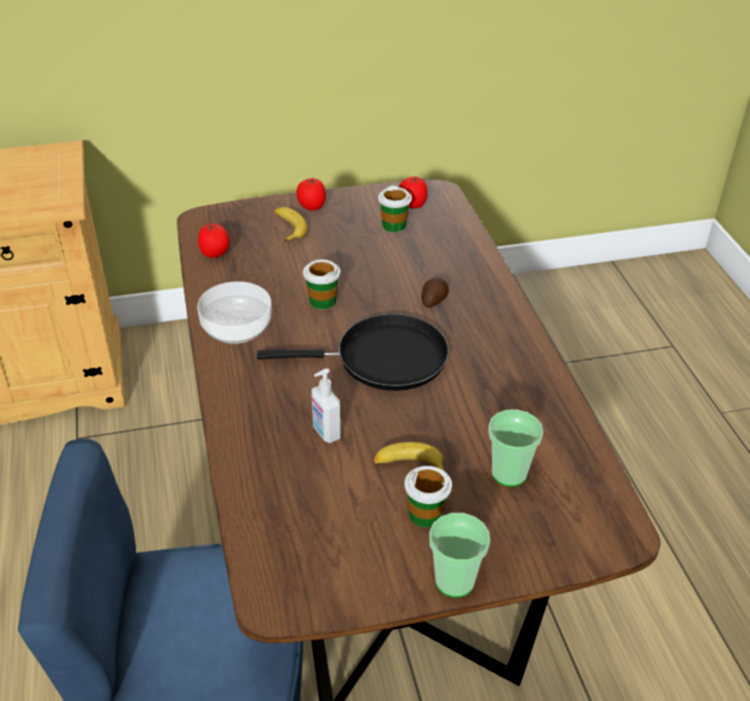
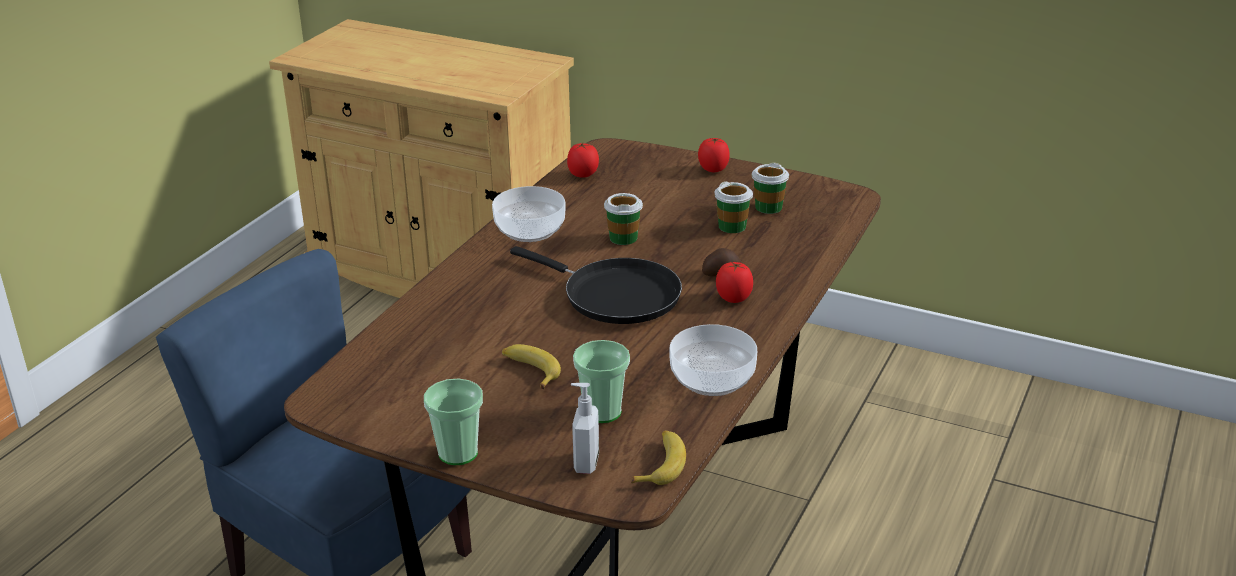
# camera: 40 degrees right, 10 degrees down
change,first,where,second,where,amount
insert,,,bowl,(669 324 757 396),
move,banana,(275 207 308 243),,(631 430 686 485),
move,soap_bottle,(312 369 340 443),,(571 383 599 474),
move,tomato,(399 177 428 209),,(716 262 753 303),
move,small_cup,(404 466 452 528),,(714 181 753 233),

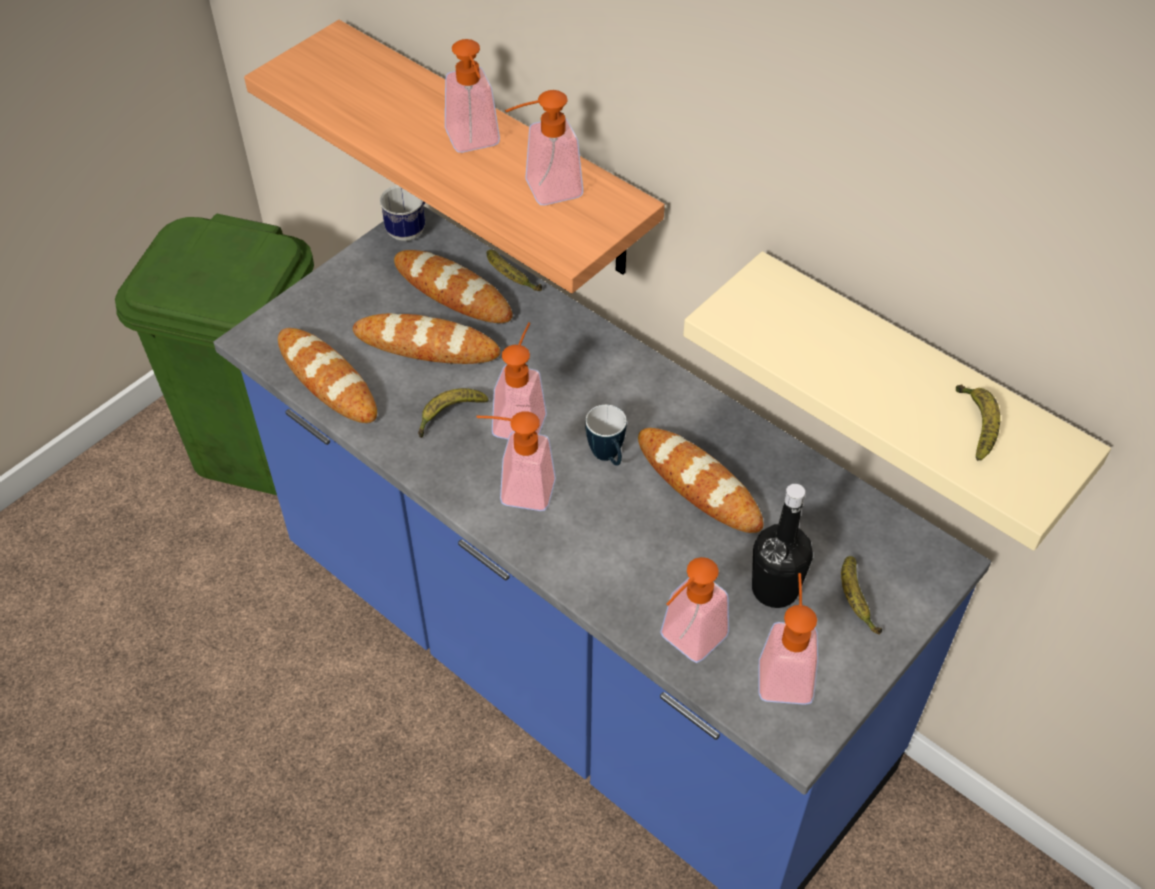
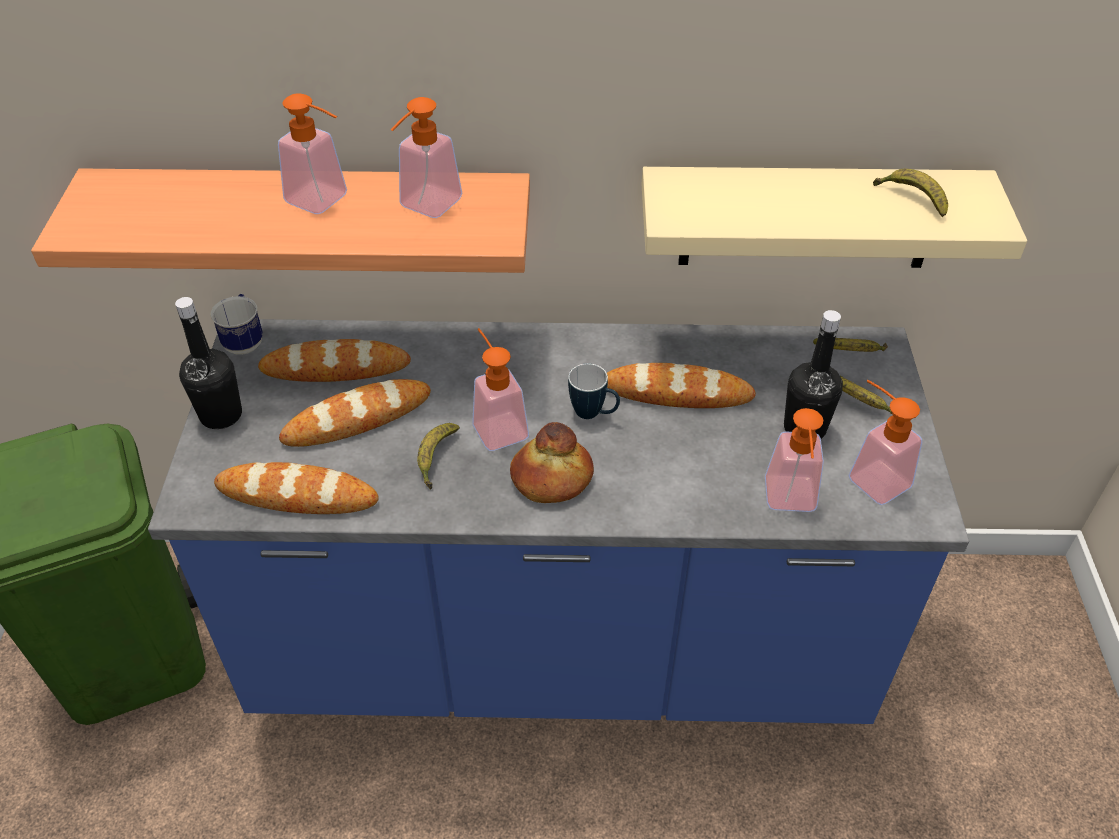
# camera: 40 degrees left, 5 degrees down
change,first,where,second,where,amount
insert,,,black_bottle,(175 297 242 429),
move,banana,(487 249 542 291),,(813 338 888 352),
replace,soap_bottle,(476 411 556 511),bakery_bread,(510 422 594 503),

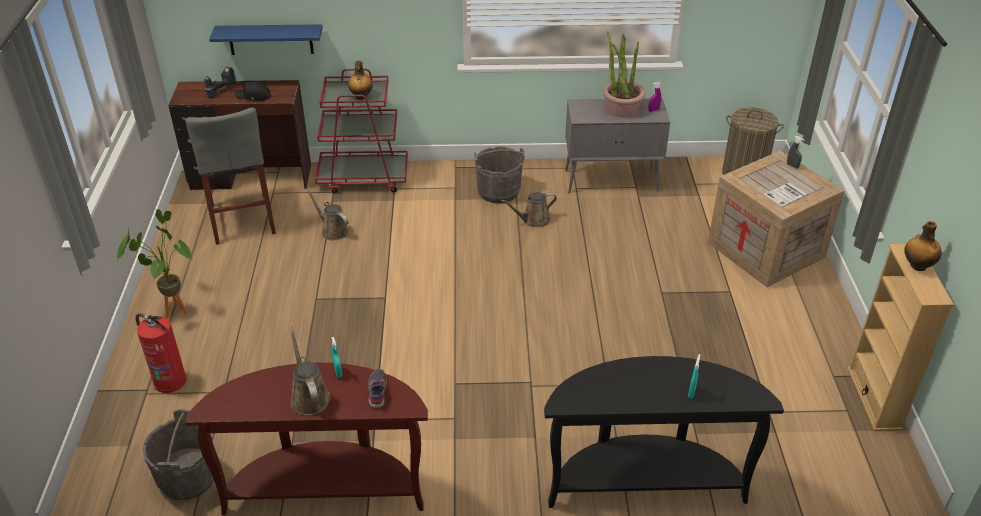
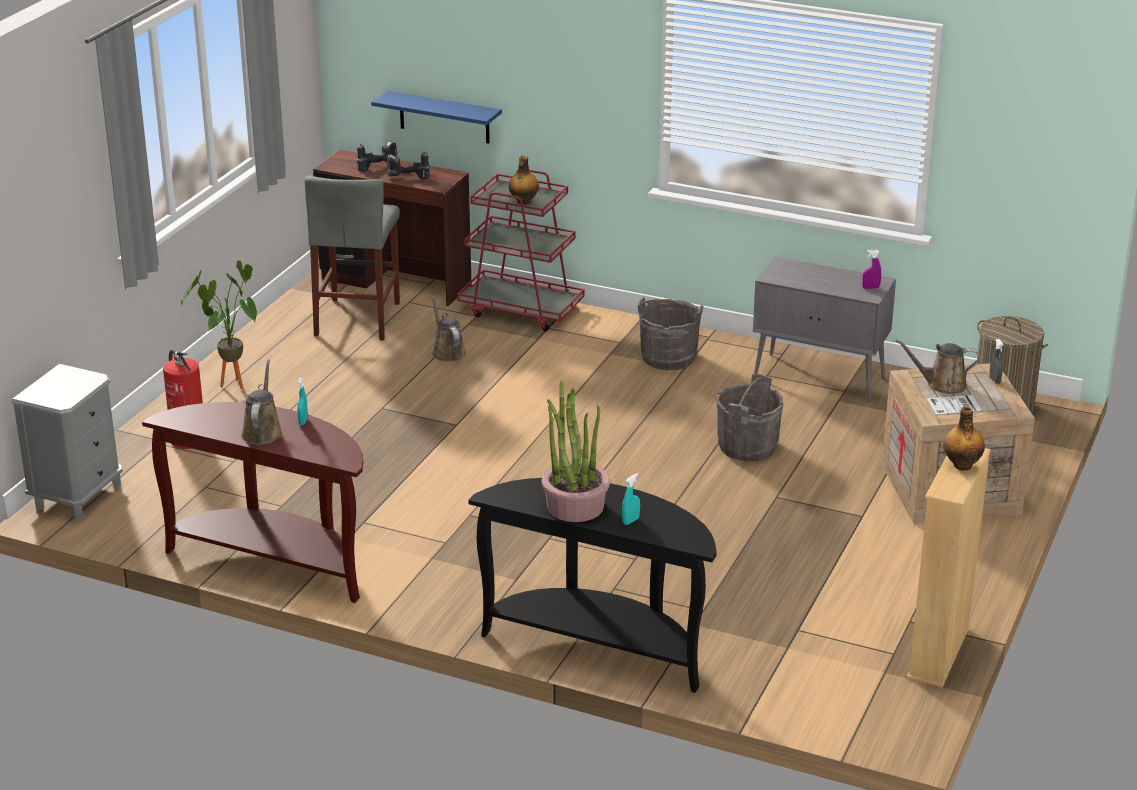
# camera: 25 degrees right, 10 degrees down
change,first,where,second,where,amount
delete,grey_shoe,(368 369 387 408),,,
insert,,,grey_night_table,(11 364 123 520),
move,grey_water_bucket,(142 409 214 500),,(716 374 784 461),
move,brown-coloured_sprinkling_can,(501 192 557 227),,(895 339 980 394),
move,houseplant,(603 32 645 118),,(542 380 610 522),
replace,black_baseball_cap,(234 81 271 101),power_drill,(387 152 430 179),

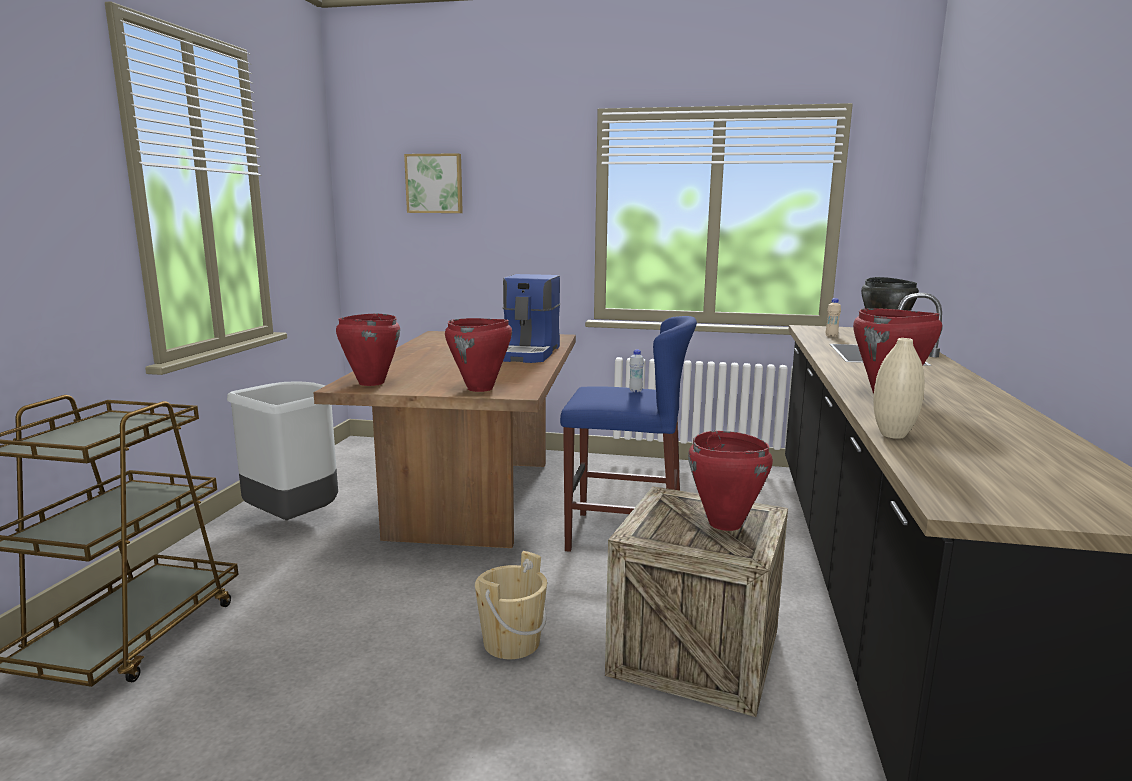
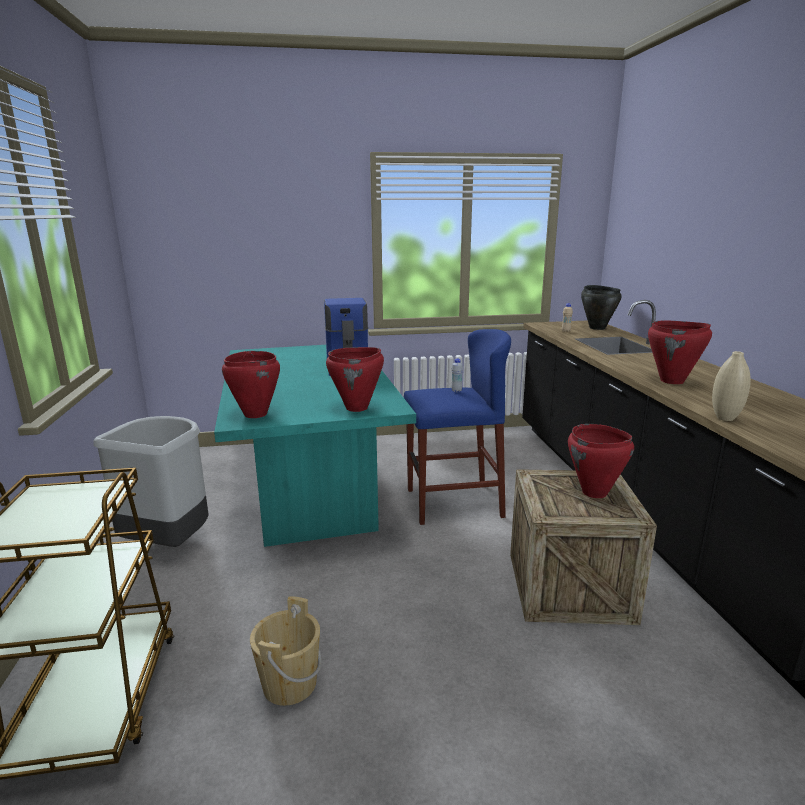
# camera: 20 degrees left, 5 degrees up
change,first,where,second,where,amount
delete,wall_art,(404 153 463 213),,,
move,sand-coloured_water_bucket,(475 551 547 659),,(250 596 322 706),
recolor,brown-coloured_kitchen_table,(314 331 576 548),turquoise-coloured_kitchen_table,(214 345 416 547),

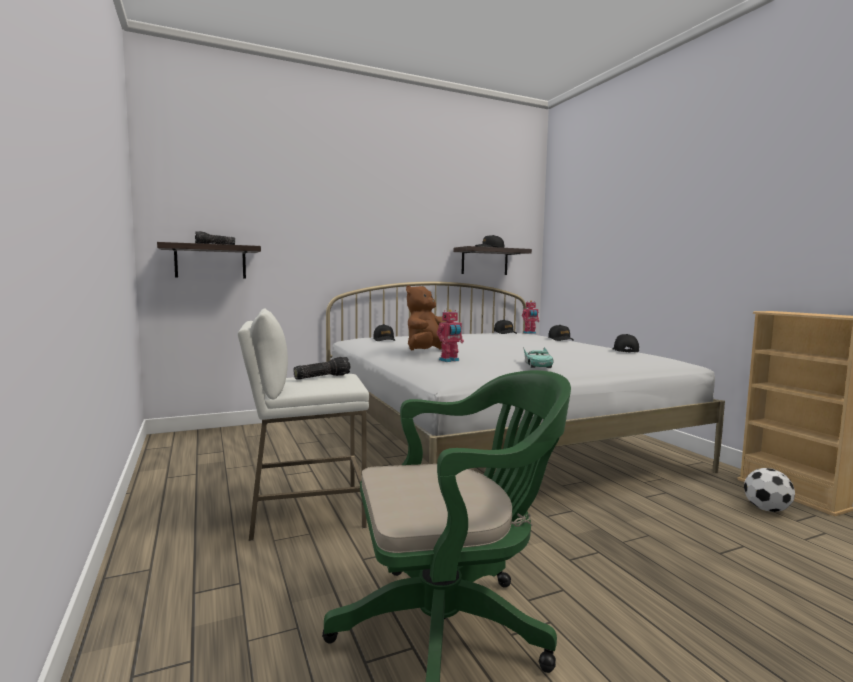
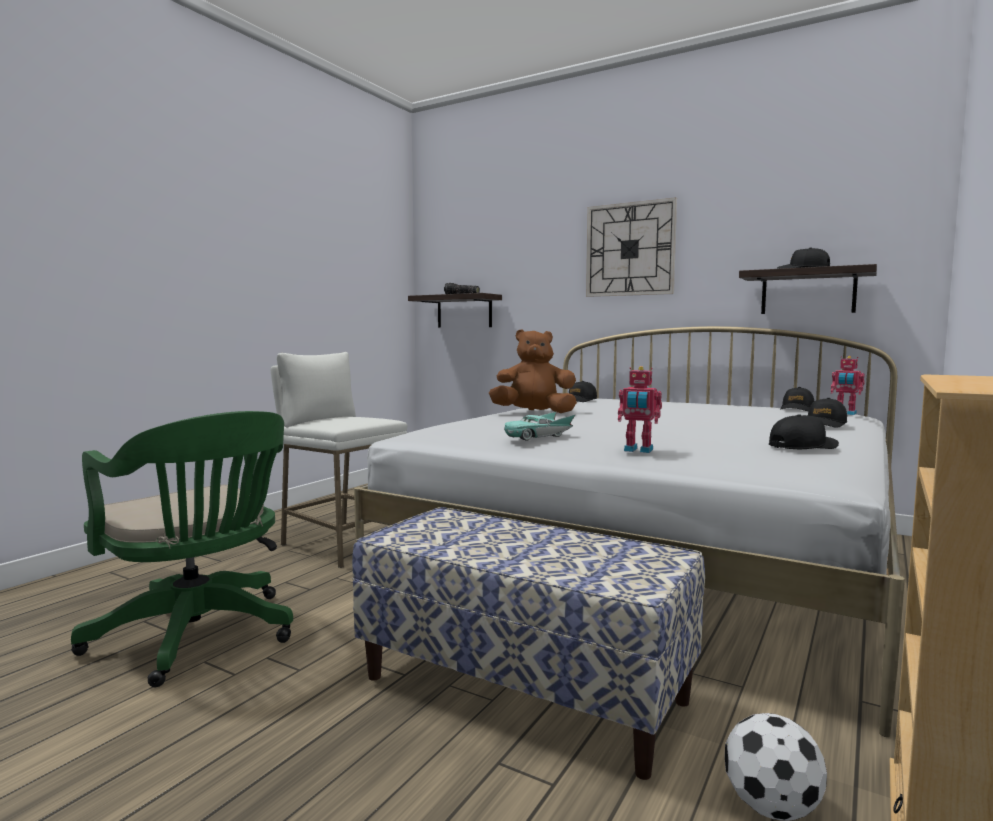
# camera: 55 degrees right, 0 degrees up
change,first,where,second,where,amount
delete,hand_torch,(293 357 350 380),,,
insert,,,long_seat,(352 507 705 780),
insert,,,clock_on_the_wall,(586 197 677 297),
move,toy_robot,(437 309 464 362),,(618 366 662 453),

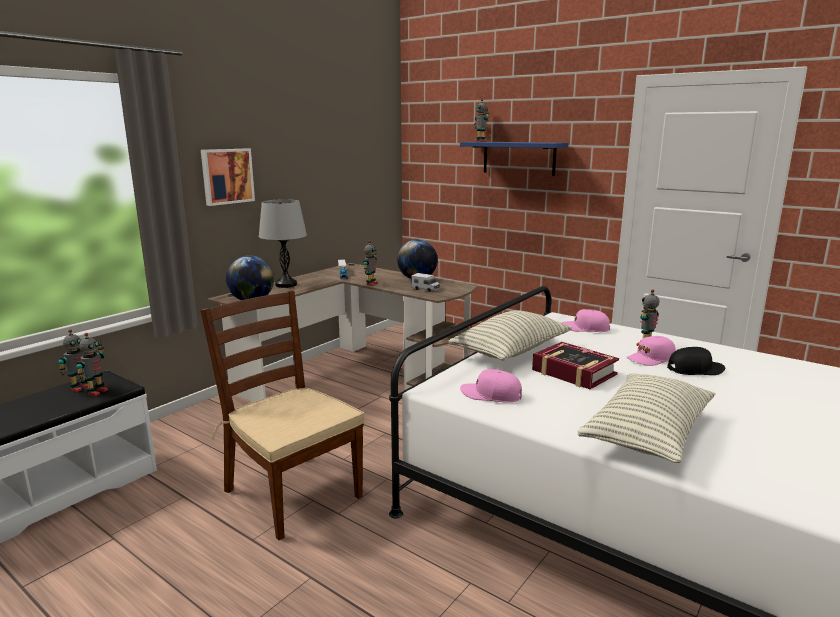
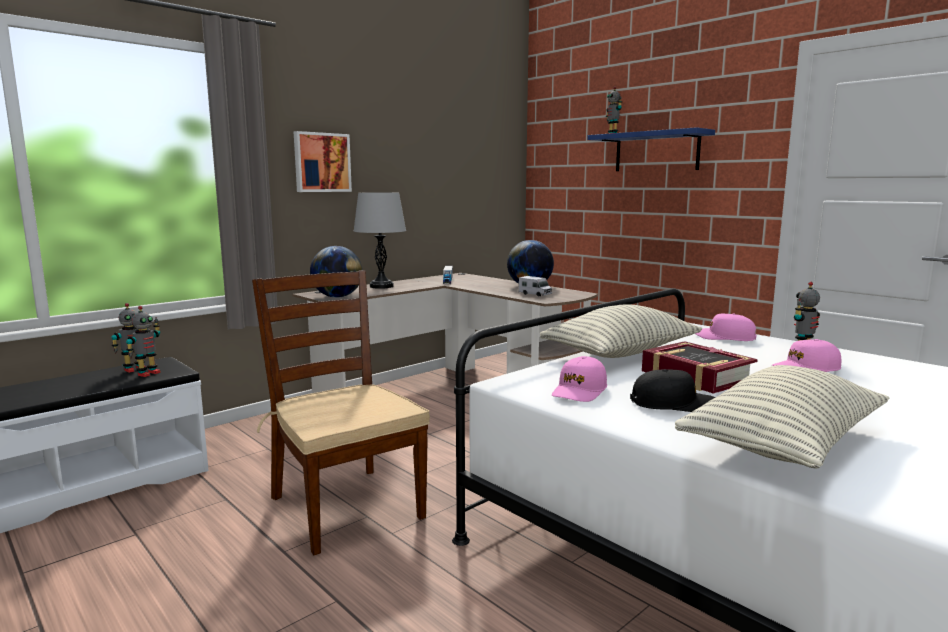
# camera: 10 degrees right, 5 degrees down
change,first,where,second,where,amount
delete,toy_robot,(363 240 378 286),,,
move,black_baseball_cap,(667 347 725 375),,(630 369 715 412),
rotate,pinkish_baseball_cap,(460 369 522 403),,(552 356 607 402),90 degrees counterclockwise

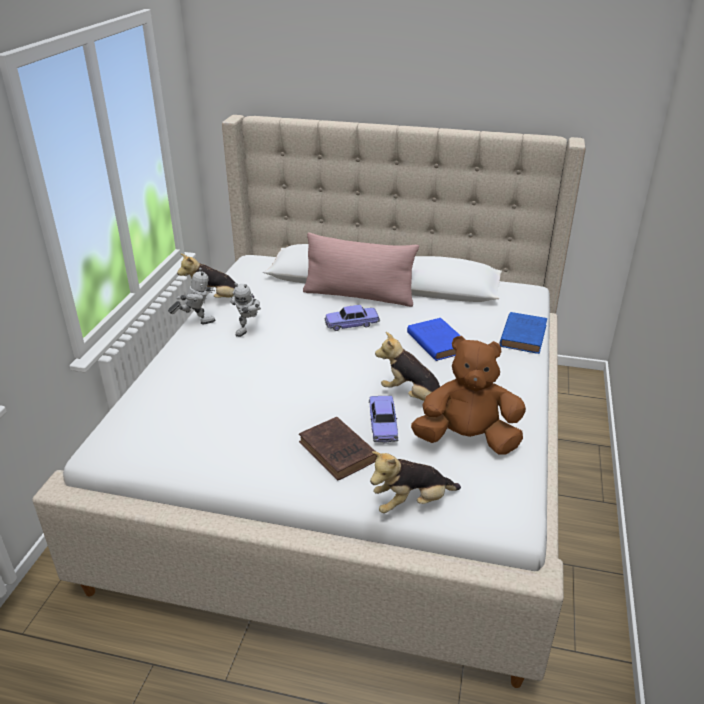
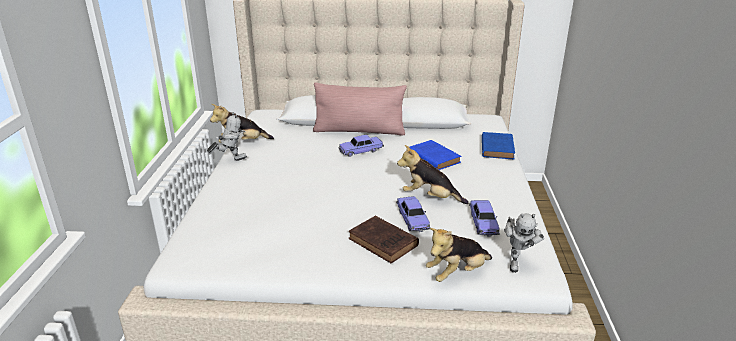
# camera: 10 degrees left, 5 degrees down
change,first,where,second,where,amount
move,toy_robot,(231 283 261 337),,(504 213 544 273),
replace,brown-coloured_soft_toy,(411 336 526 455),model_car,(469 200 500 235),

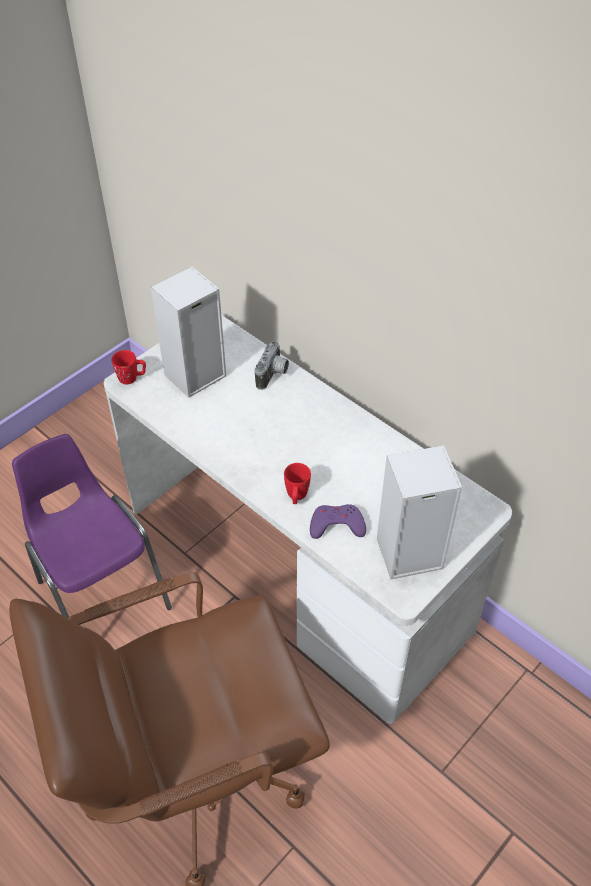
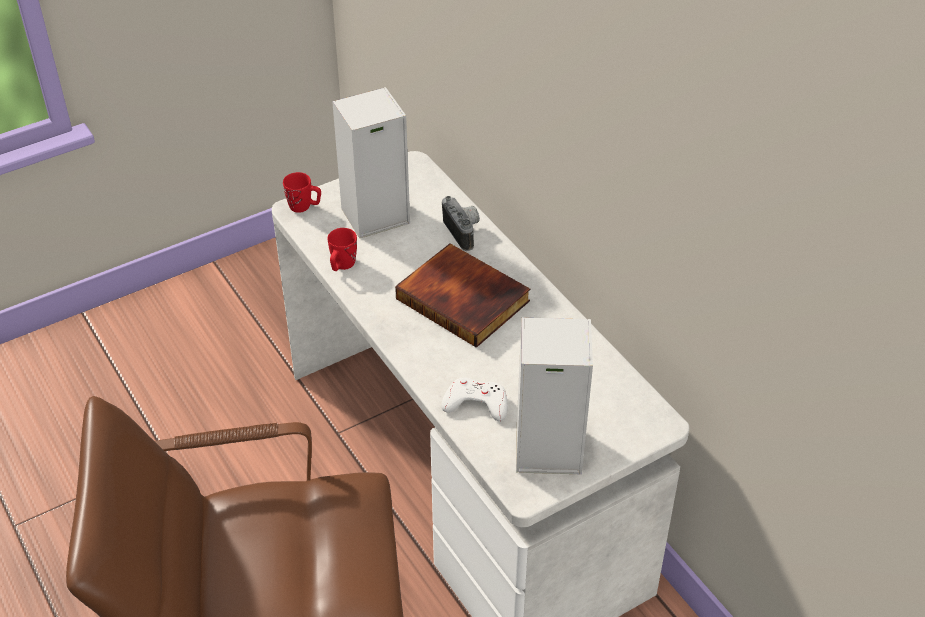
# camera: 15 degrees right, 5 degrees down
change,first,where,second,where,amount
delete,purple-coloured_upright_chair,(12 434 172 618),,,
insert,,,book,(395 244 530 348),
move,red_mug,(284 463 311 504),,(328 228 357 271),
recolor,purple-coloured_game_controller,(310 504 366 539),whitish_game_controller,(441 377 508 421),
rotate,photo_camera,(255 341 289 390),,(442 196 480 251),60 degrees counterclockwise

